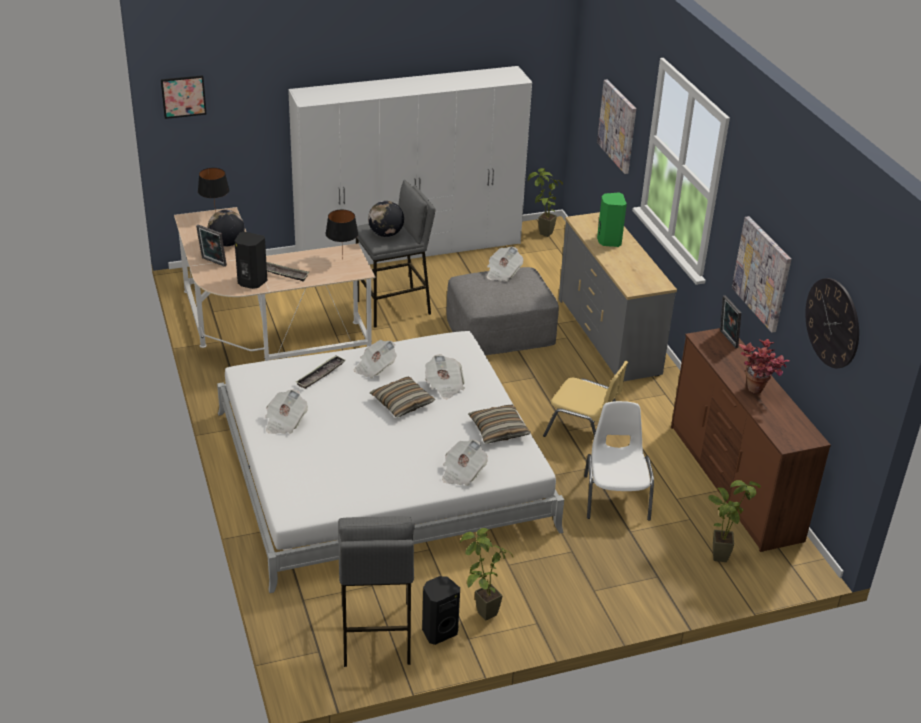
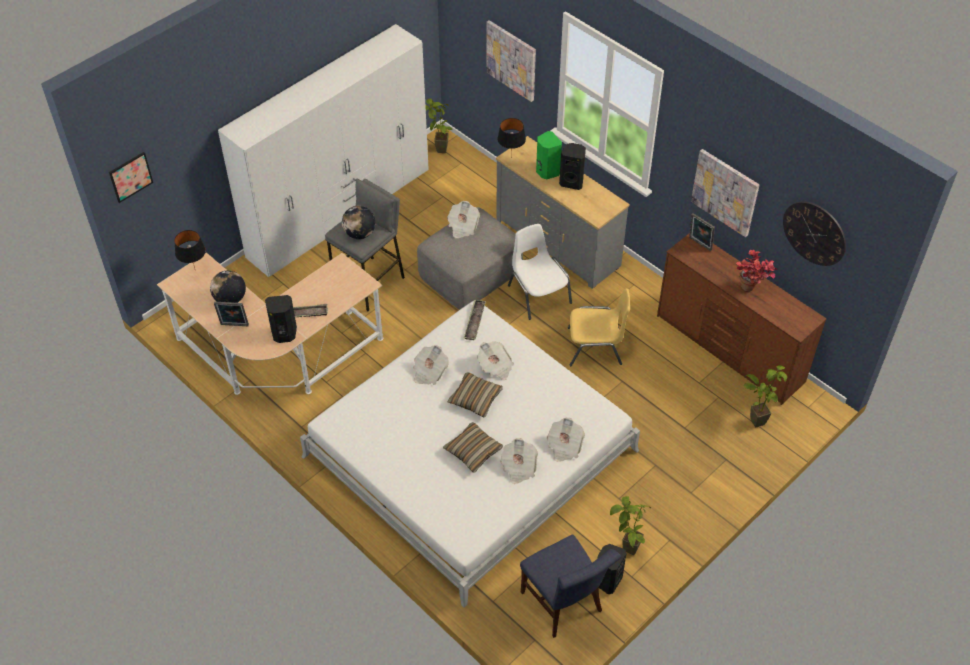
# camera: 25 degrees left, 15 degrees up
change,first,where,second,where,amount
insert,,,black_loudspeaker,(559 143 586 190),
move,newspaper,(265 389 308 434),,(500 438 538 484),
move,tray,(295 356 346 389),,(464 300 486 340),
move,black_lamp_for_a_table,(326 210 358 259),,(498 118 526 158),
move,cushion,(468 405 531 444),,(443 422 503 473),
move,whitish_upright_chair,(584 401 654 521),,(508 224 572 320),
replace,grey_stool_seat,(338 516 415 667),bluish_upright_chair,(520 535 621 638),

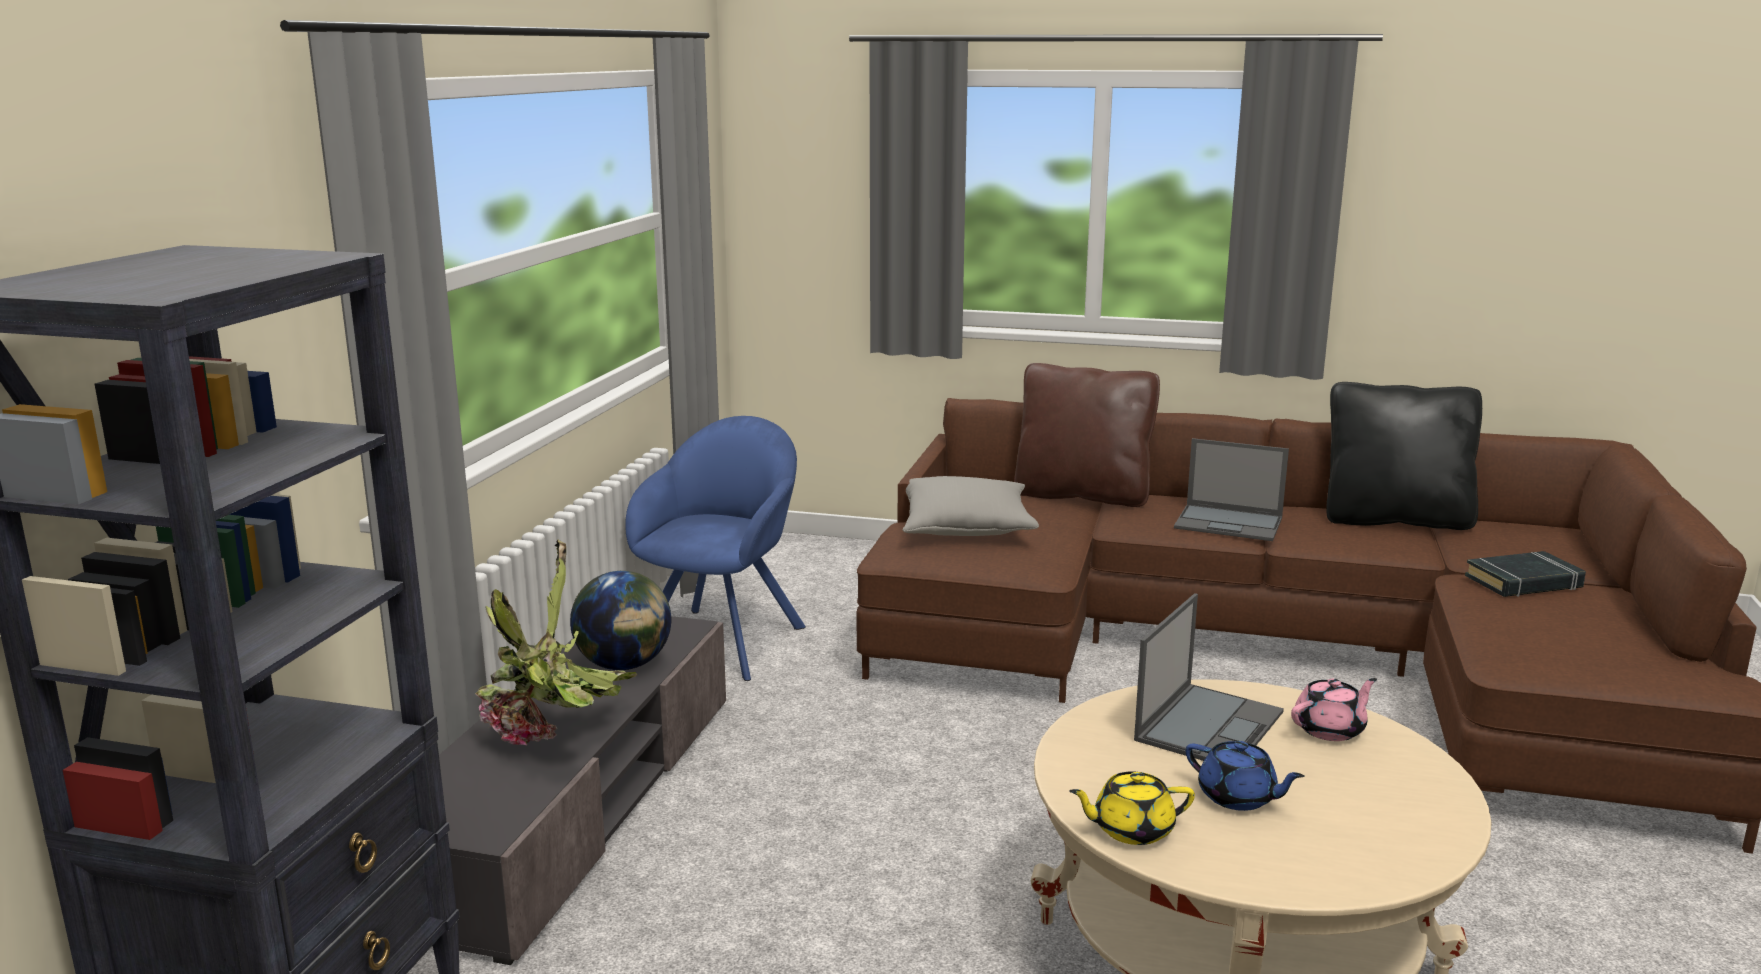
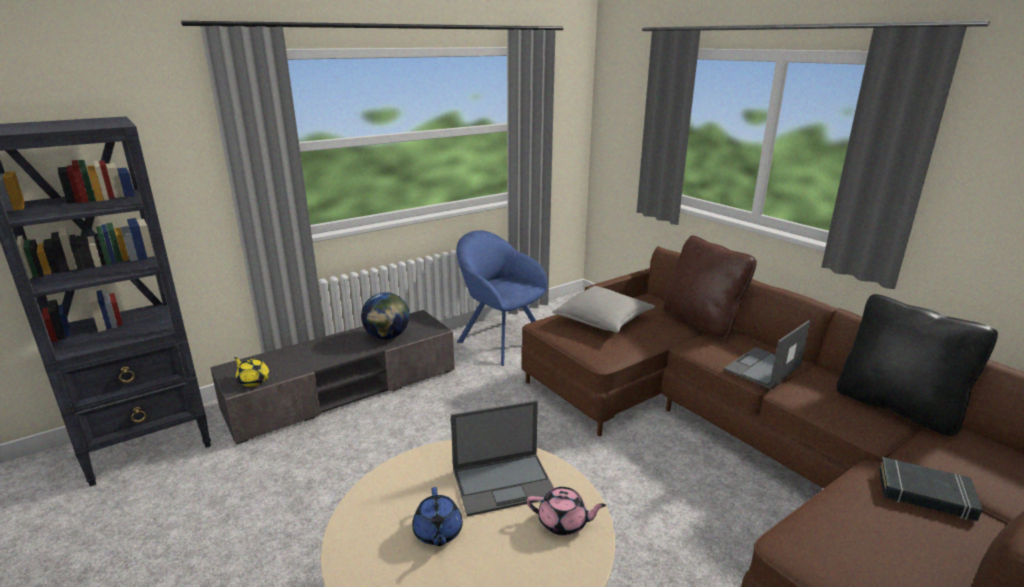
# camera: 40 degrees right, 5 degrees up
change,first,where,second,where,amount
delete,houseplant,(475 539 637 746),,,
move,yellow_pot_for_tea,(1069 771 1195 845),,(234 357 270 387),
rotate,bluish_armchair,(625 416 806 681),,(456 230 547 366),105 degrees counterclockwise
rotate,notebook_computer,(1174 438 1289 541),,(724 320 810 389),75 degrees clockwise

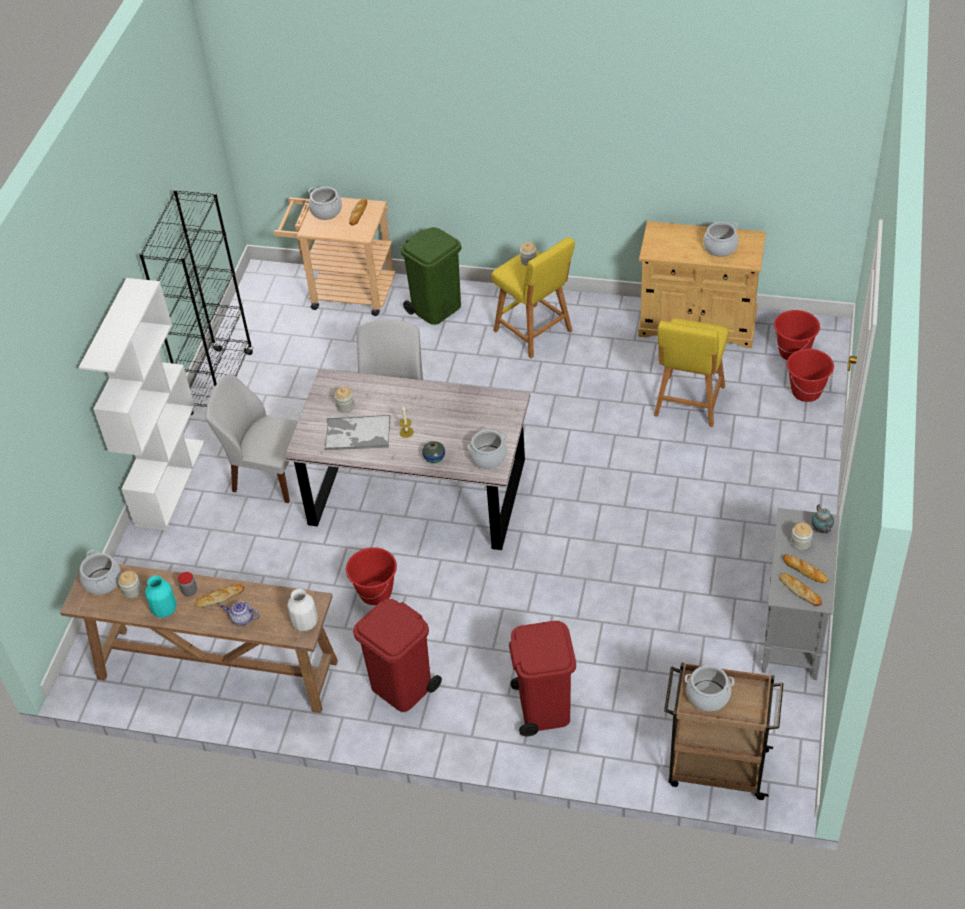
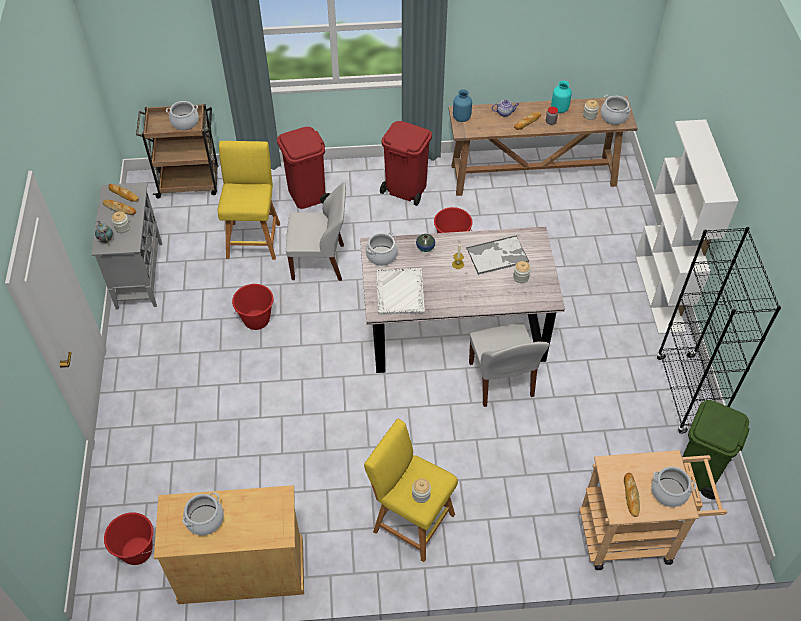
# camera: 160 degrees right, 5 degrees up
change,first,where,second,where,amount
insert,,,whitish_tray,(376 268 425 315),
move,whitish_upright_chair,(205 373 298 503),,(286 182 346 281),
move,green_waste_bin,(401 227 462 325),,(682 400 750 499),
move,yellow_stool_seat,(654 318 728 427),,(218 141 280 260),
move,red_water_bucket,(787 349 834 402),,(232 284 273 330),
recolor,whitish_vase,(287 589 318 631),bluish_vase,(453 89 472 122),

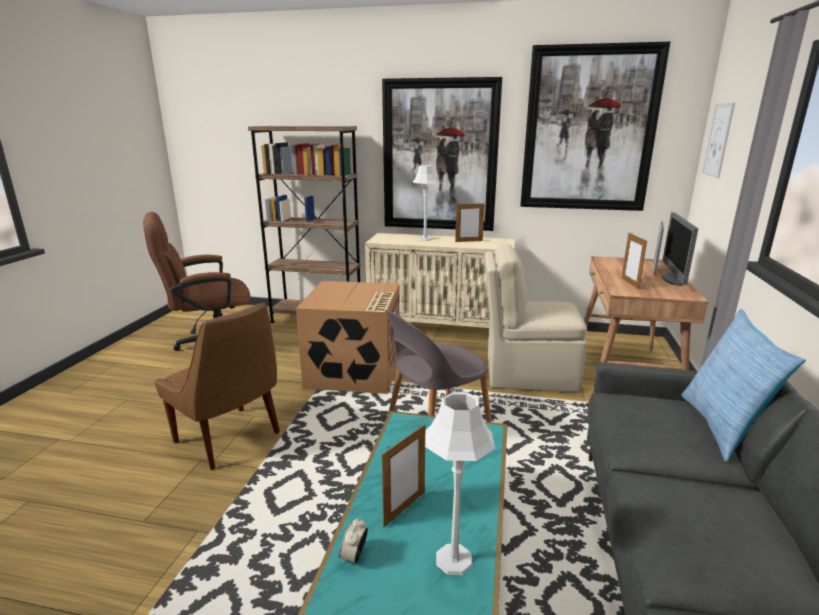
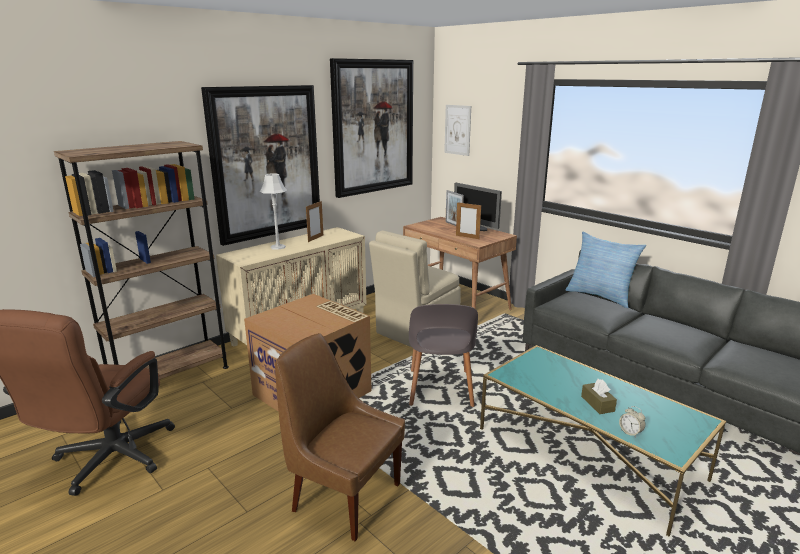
# camera: 55 degrees left, 0 degrees up
change,first,where,second,where,amount
delete,grey_lamp_for_a_table,(425 392 495 575),,,
replace,standing_frame,(382 424 425 527),brown-coloured_tissue_box,(581 379 617 414),
rotate,brown-coloured_upright_chair,(154 302 280 470),,(275 333 405 541),135 degrees counterclockwise

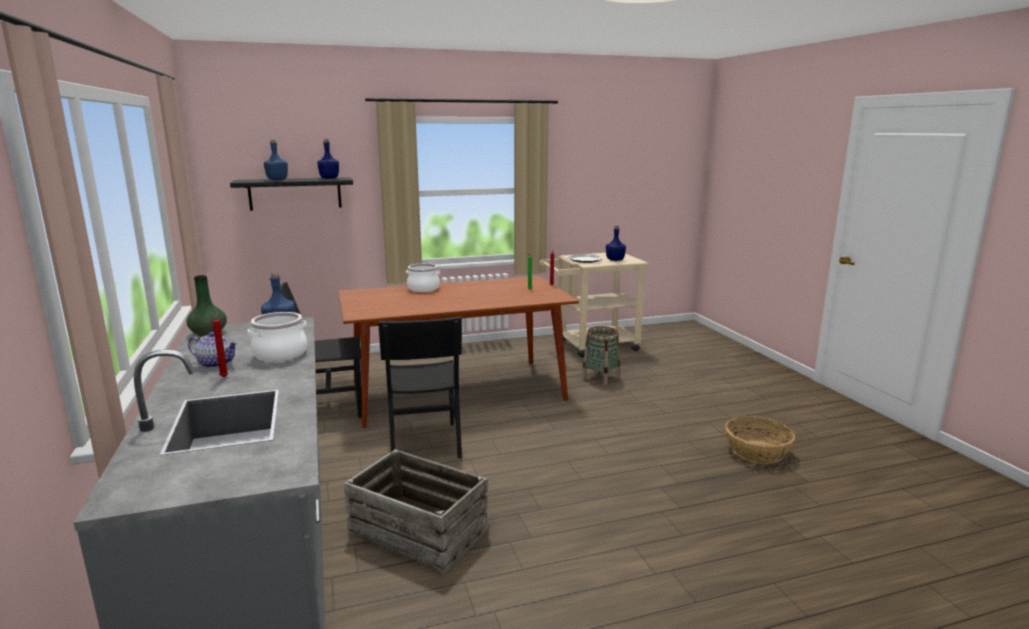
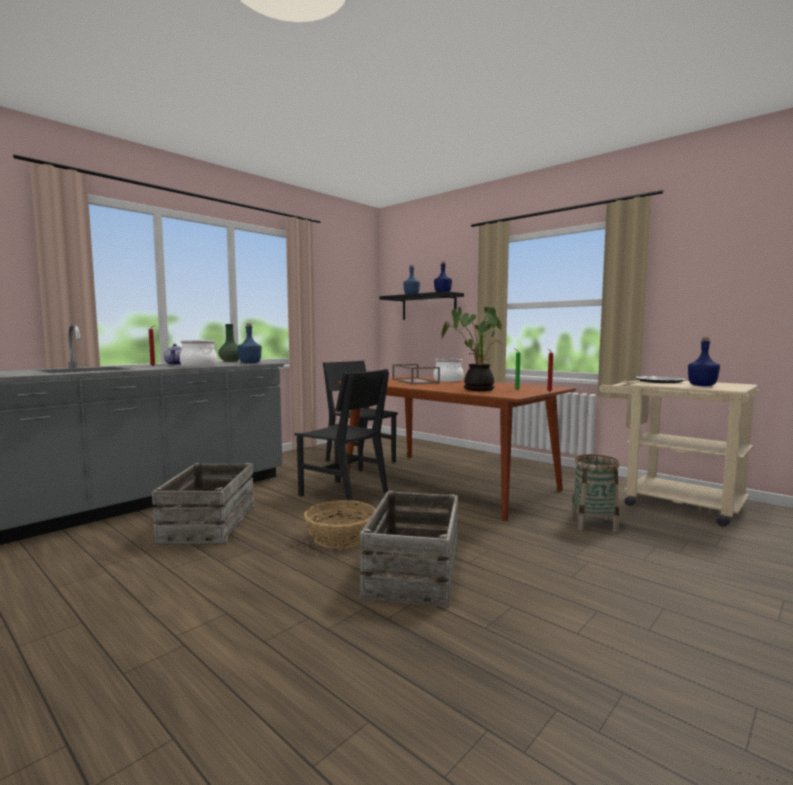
# camera: 60 degrees right, 10 degrees down
change,first,where,second,where,amount
insert,,,shipping_crate,(359 491 458 607),
insert,,,brown-coloured_tray,(392 364 440 385),
insert,,,houseplant,(442 307 502 391),
move,household_basket,(725 416 795 464),,(304 500 376 548),
rotate,black_upright_chair,(378 316 462 458),,(294 369 389 505),105 degrees counterclockwise

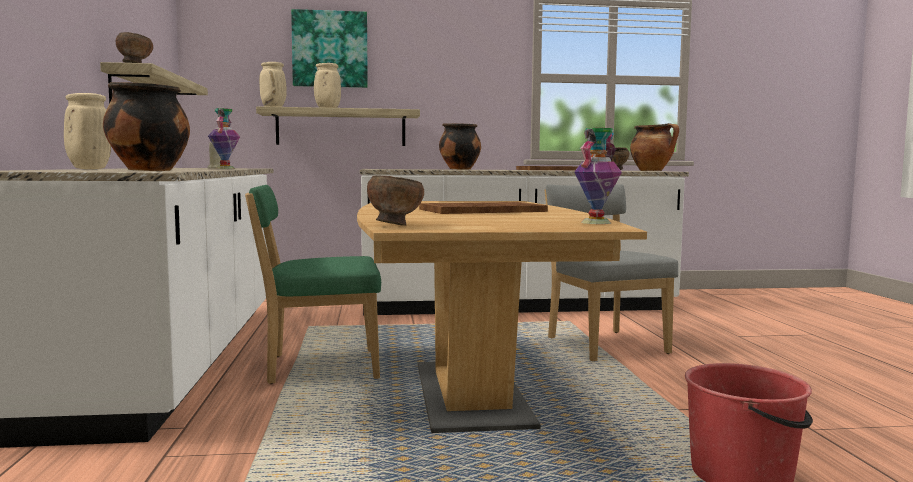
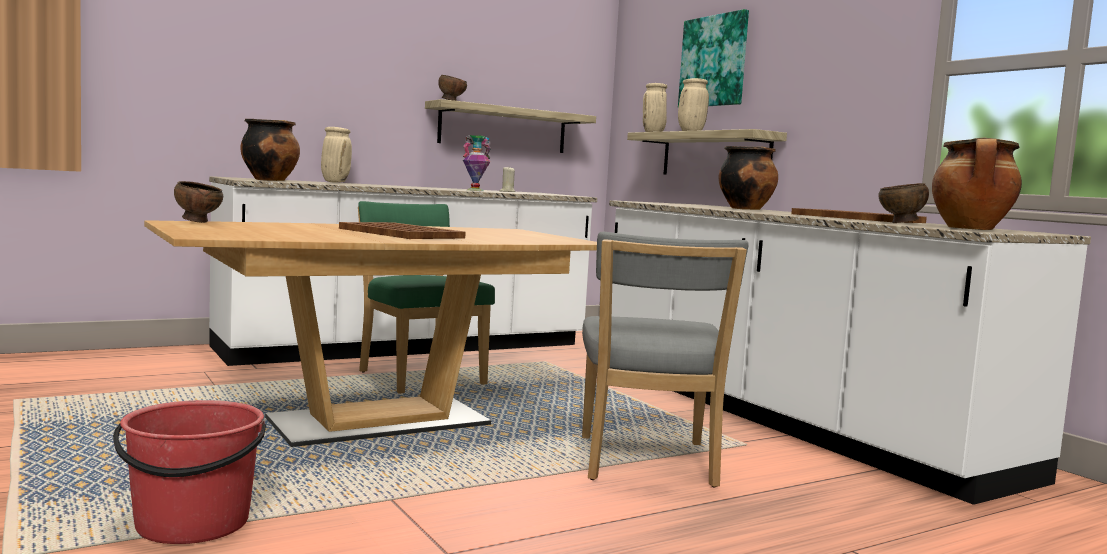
# camera: 65 degrees right, 0 degrees up
change,first,where,second,where,amount
delete,vase,(574 128 622 224),,,
rotate,grey_upright_chair,(545 184 678 361),,(582 232 749 488),135 degrees clockwise

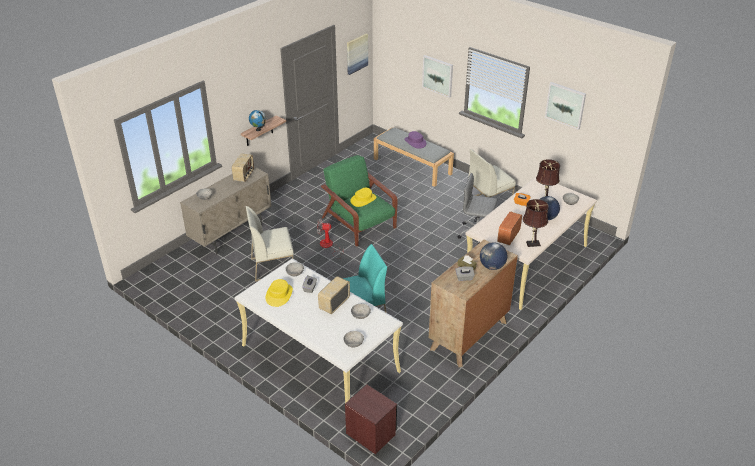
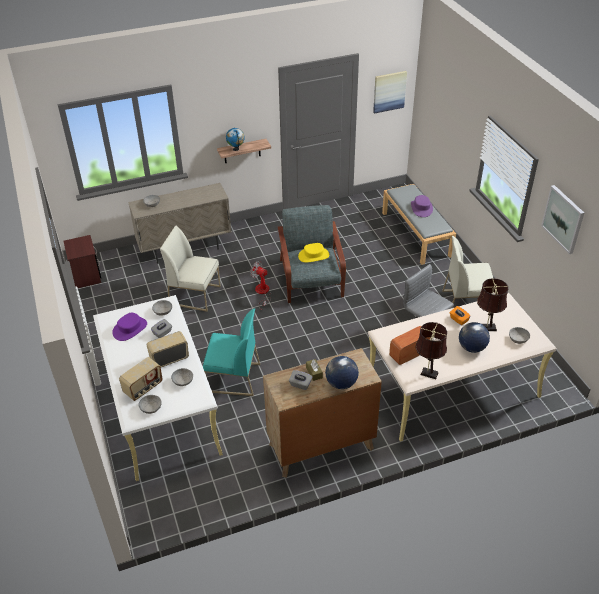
# camera: 30 degrees right, 5 degrees up
change,first,where,second,where,amount
delete,wall_art,(422 55 453 98),,,
move,radio,(232 153 254 182),,(119 357 163 401),
move,brown-coloured_night_table,(345 385 397 454),,(63 235 101 288),
recolor,yellow_wearable_hat,(266 279 293 307),purple-coloured_wearable_hat,(112 313 147 341),
recolor,green_armchair,(321 155 398 247),grey_armchair,(278 205 346 303),

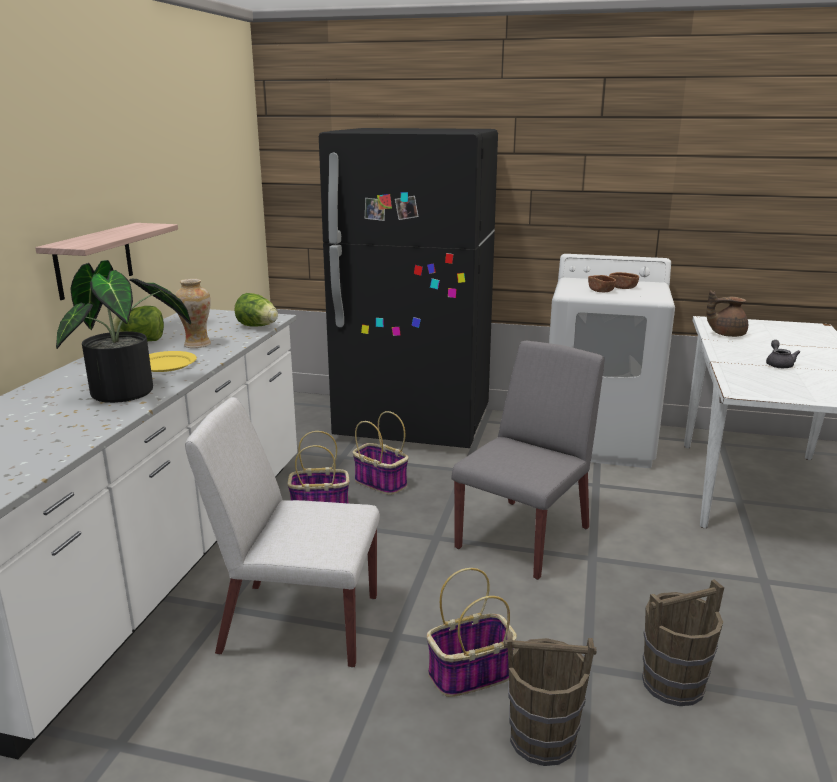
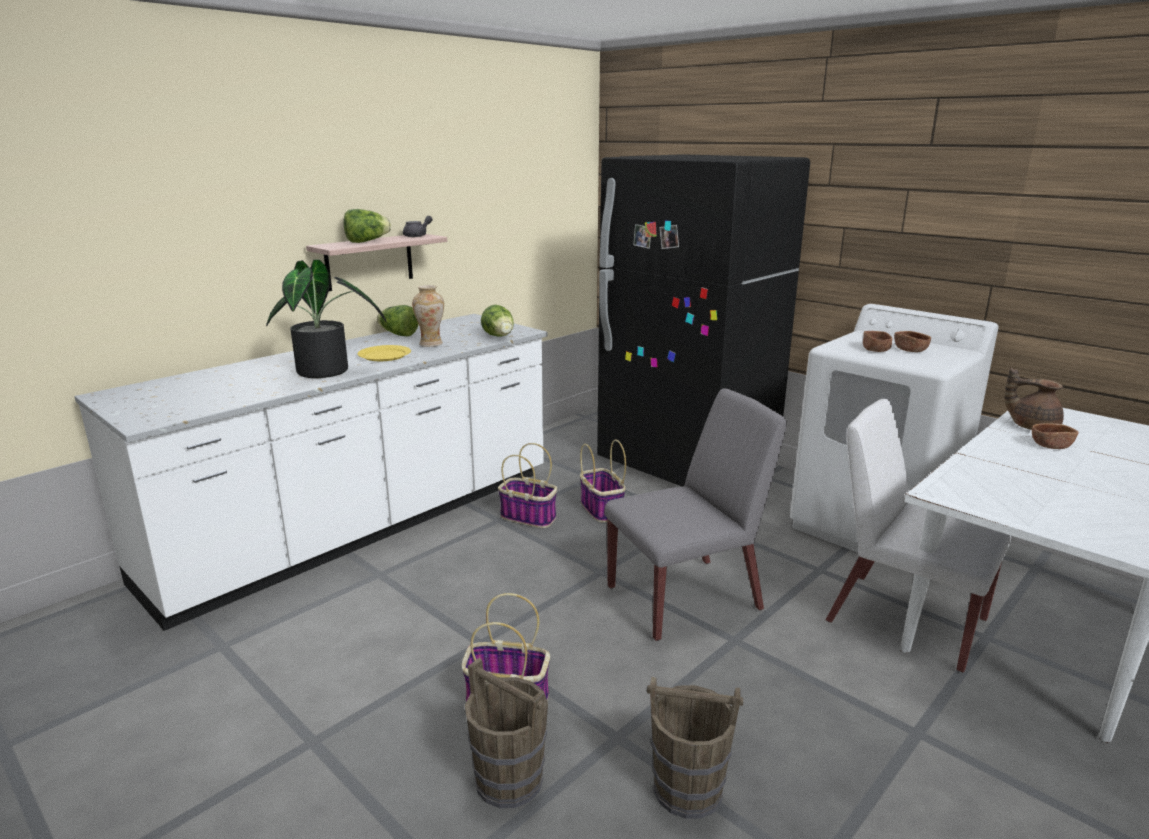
# camera: 30 degrees right, 0 degrees up
change,first,where,second,where,amount
insert,,,lettuce,(343 209 391 243),
insert,,,brown-coloured_bowl,(1032 423 1079 449),
move,whitish_upright_chair,(185 397 380 668),,(826 398 1011 673),
move,grey_pot_for_tea,(766 340 800 368),,(403 216 433 237),

